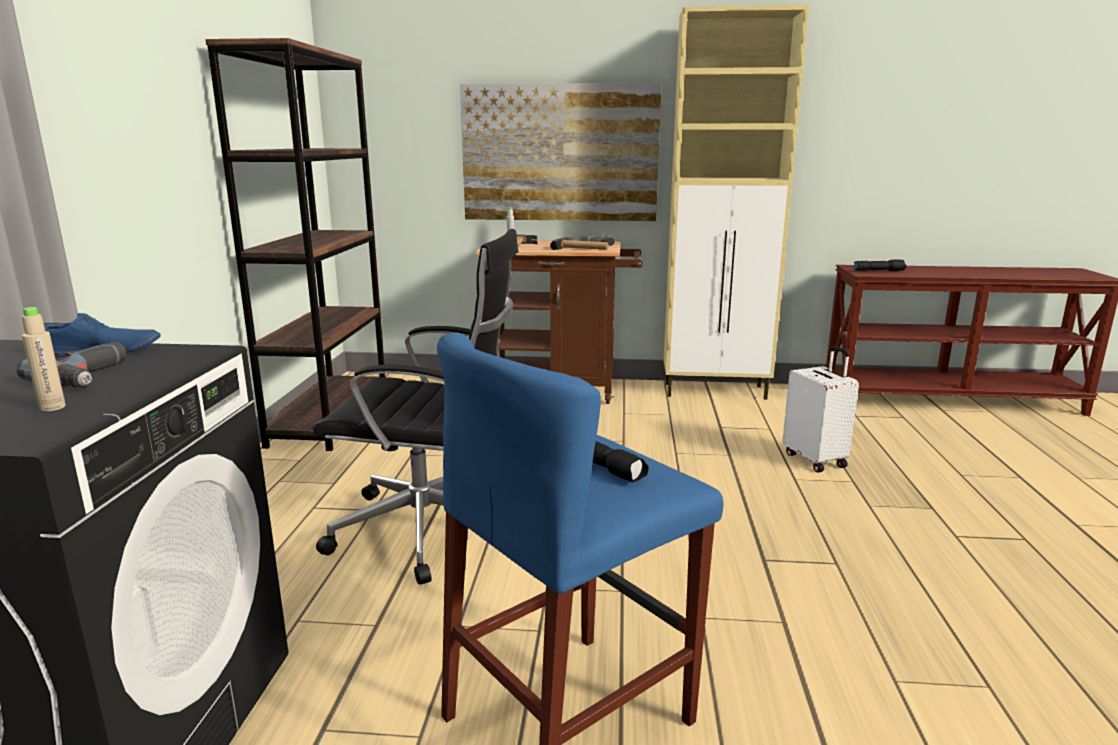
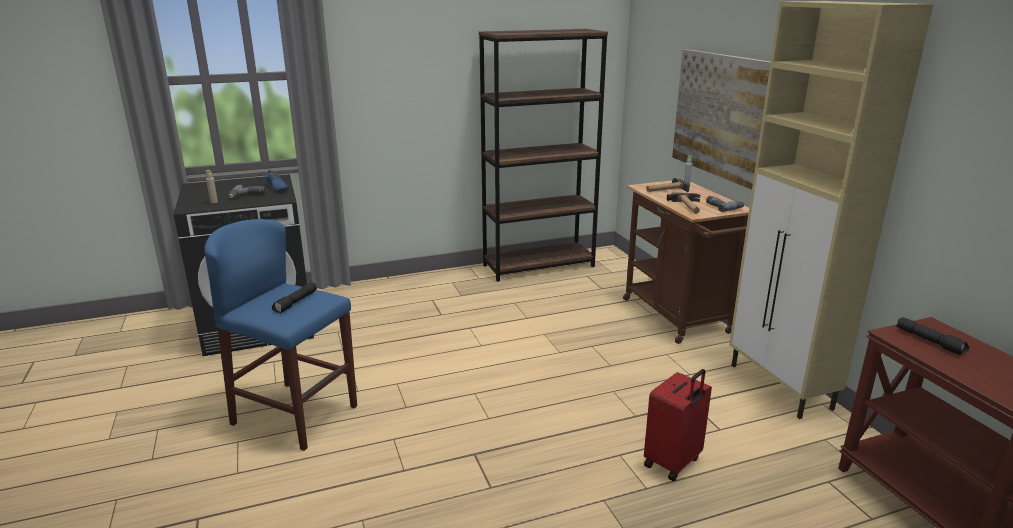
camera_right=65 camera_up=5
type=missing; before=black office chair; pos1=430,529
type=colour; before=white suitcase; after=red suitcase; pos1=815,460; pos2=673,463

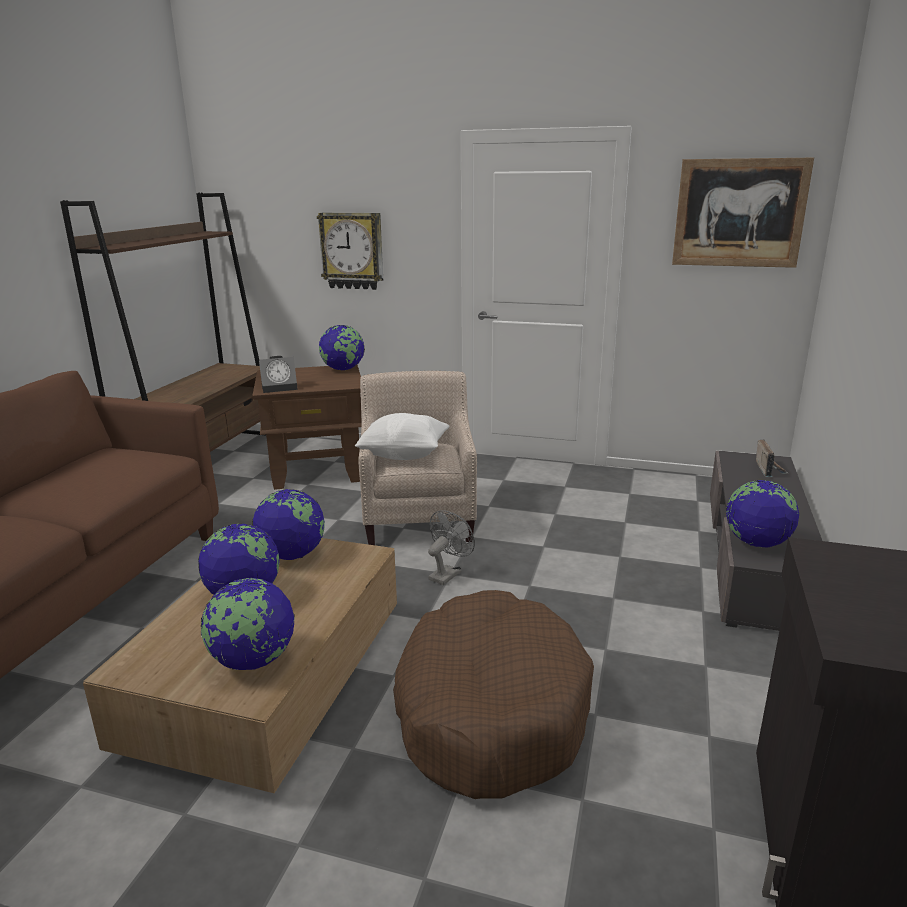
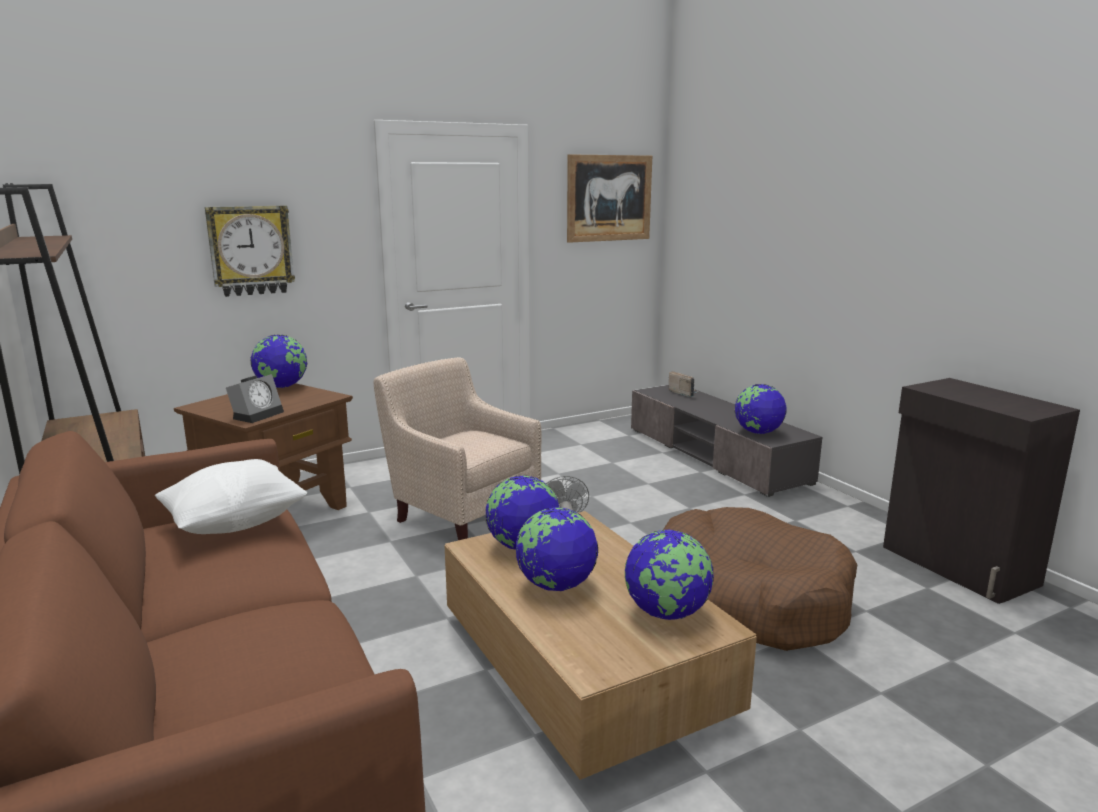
camera_right=-45 camera_up=-5
type=relocated; before=white pillow; pos1=404,455; pos2=236,523

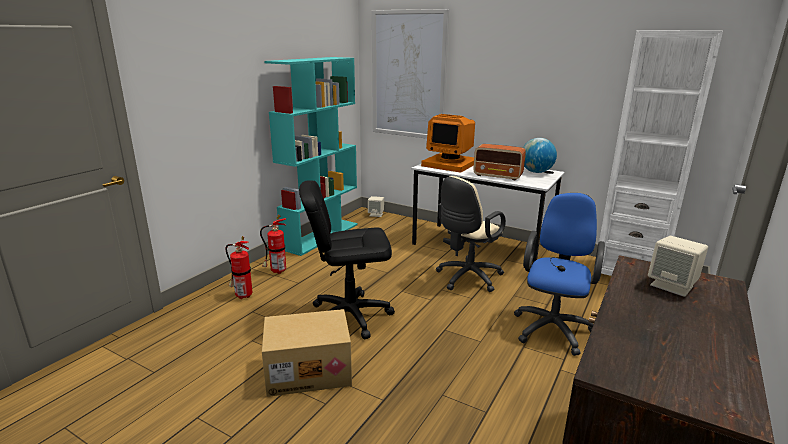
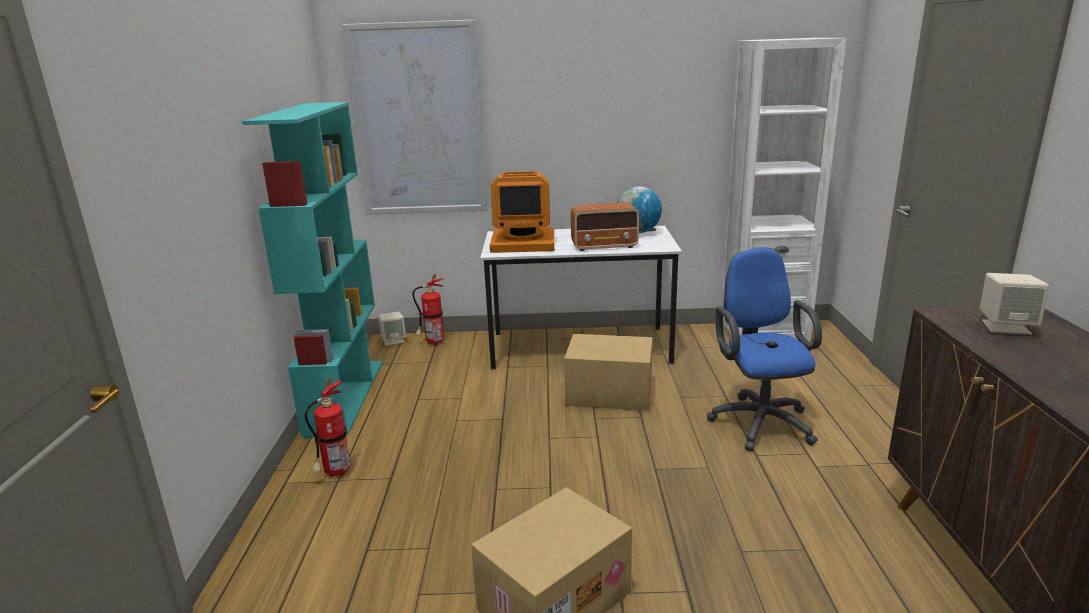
camera_right=-30 camera_up=0
type=missing; before=black office chair; pos1=350,316
type=relocated; before=fire extinguisher; pos1=242,296; pos2=432,342
type=exchanged; before=beige office chair; after=cardboard box; pos1=466,278; pos2=608,394

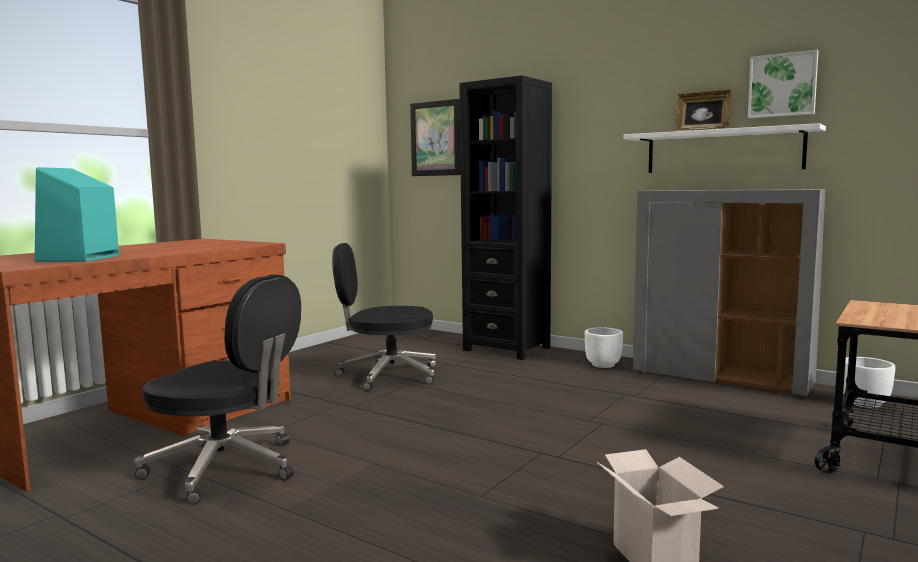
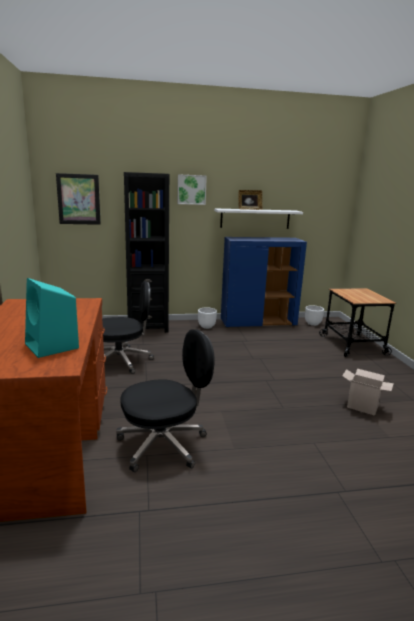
camera_right=-45 camera_up=10
type=relocated; before=picture; pos1=782,85; pos2=191,189
type=colour; before=grey cabinet; after=blue cabinet; pos1=722,378; pos2=258,323
type=spun; before=black office chair; pos1=387,375; pos2=122,361; turn=-150

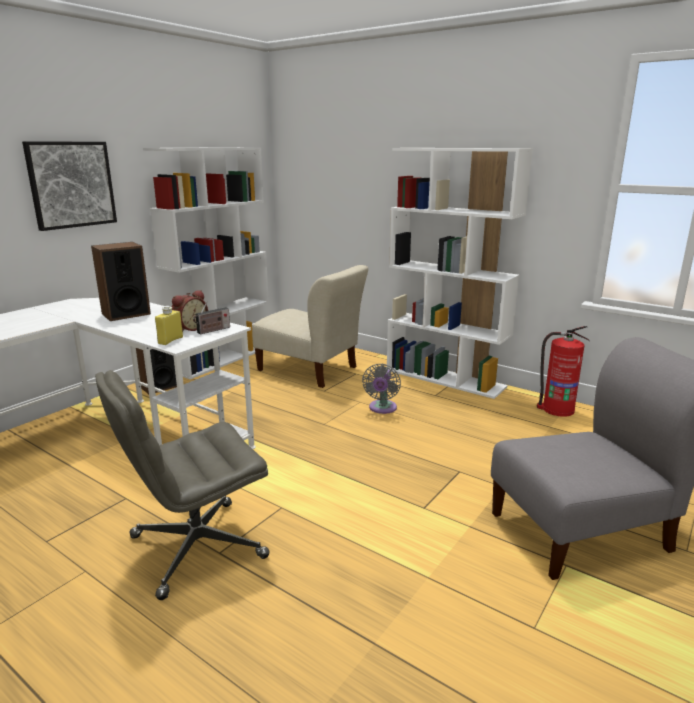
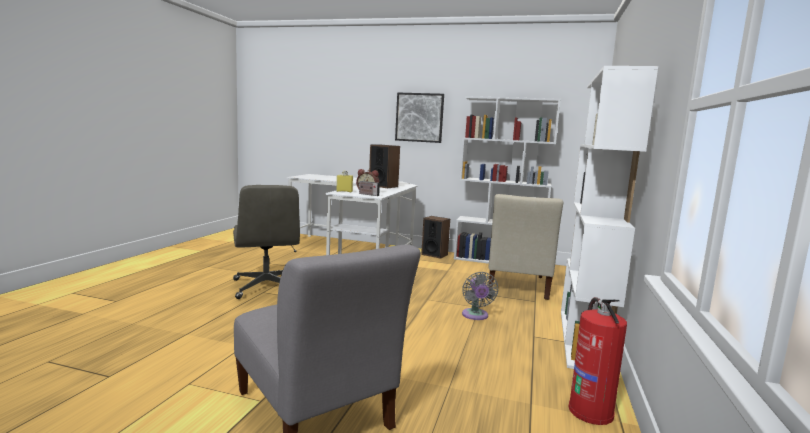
camera_right=70 camera_up=-10
type=spun; before=grey office chair; pos1=196,548; pos2=266,287; turn=-150
type=spun; before=grey fan; pos1=382,408; pos2=475,316; turn=-90

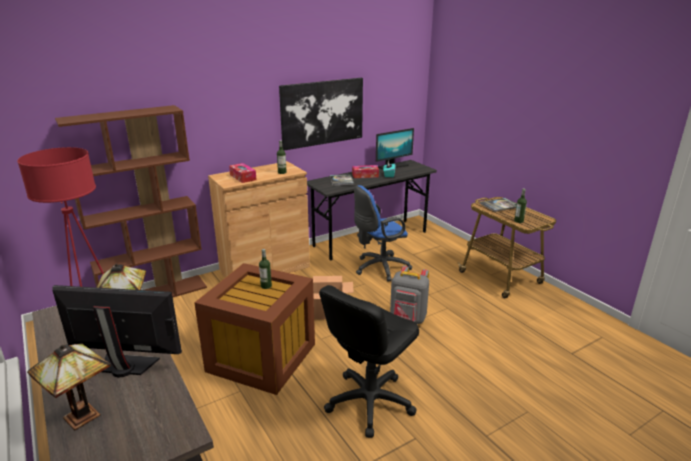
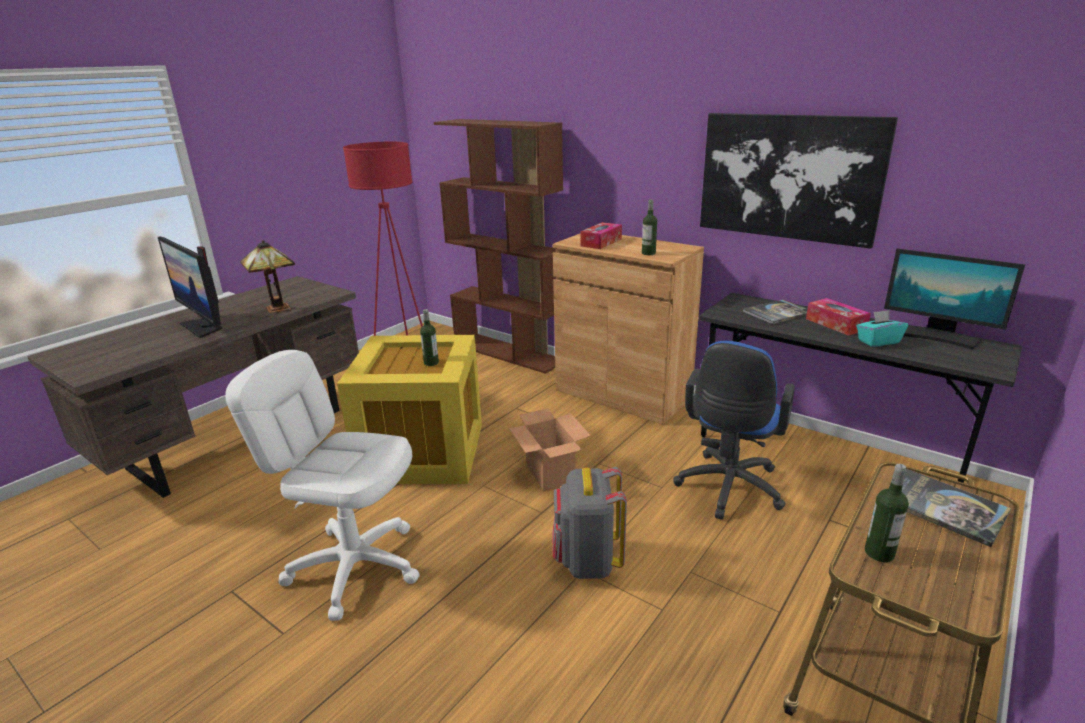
camera_right=70 camera_up=0
type=missing; before=table lamp; pos1=83,414
type=colour; before=brown storage box; after=yellow storage box; pos1=261,356; pos2=425,451
type=colour; before=black office chair; after=white office chair; pos1=369,402; pos2=355,566
type=spun; before=monitor; pos1=126,366; pos2=204,326; turn=150
type=spun; before=blue office chair; pos1=379,268; pos2=728,490; turn=-105

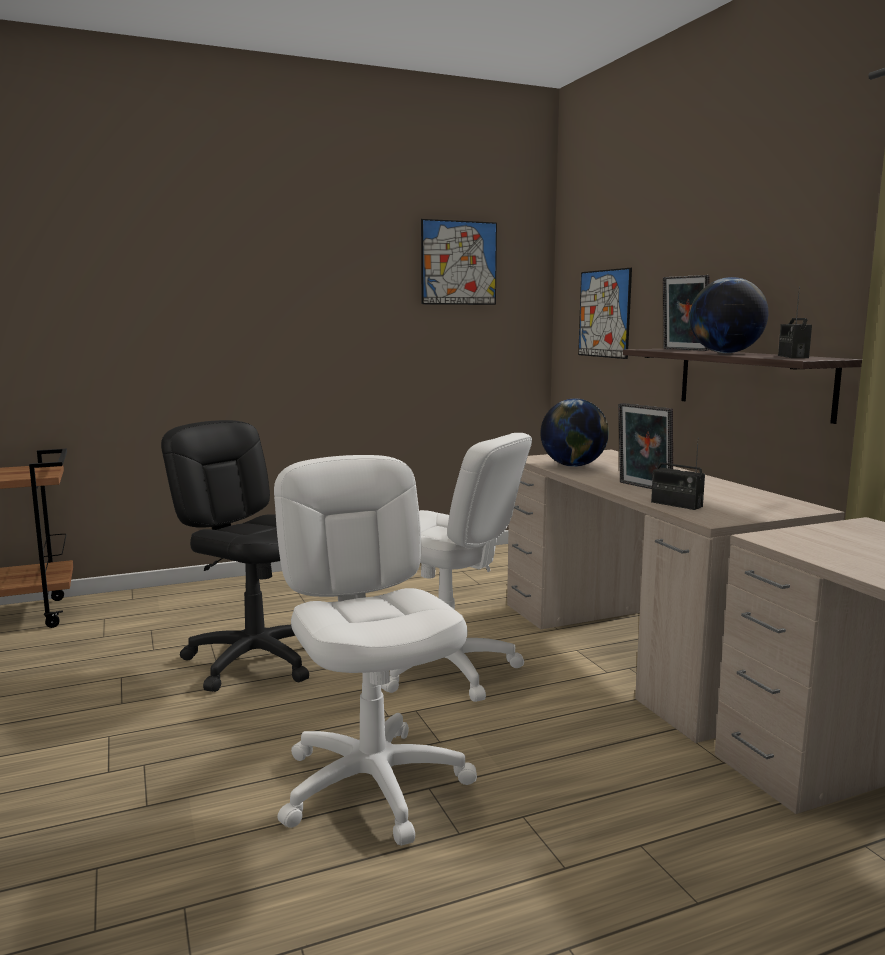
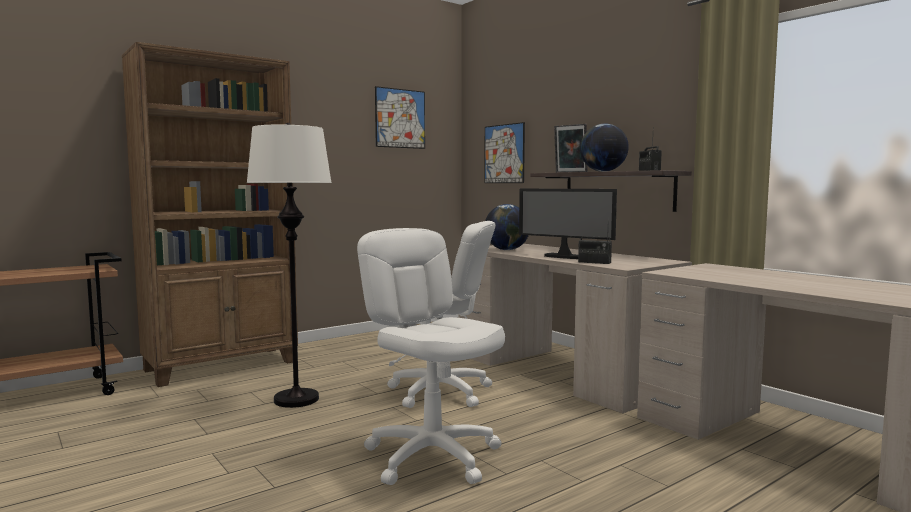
camera_right=-15 camera_up=-5
type=appeared; after=brown bookcase; pos2=223,366
type=exchanged; before=black office chair; after=white floor lamp; pos1=256,660; pos2=296,399
type=exchanged; before=picture frame; after=monitor; pos1=643,487; pos2=564,257

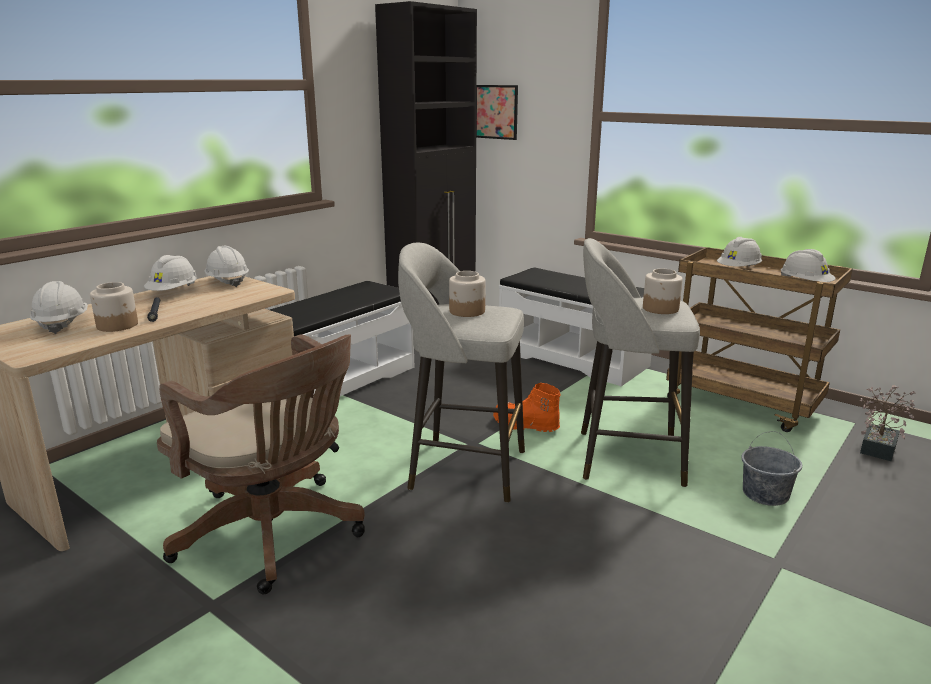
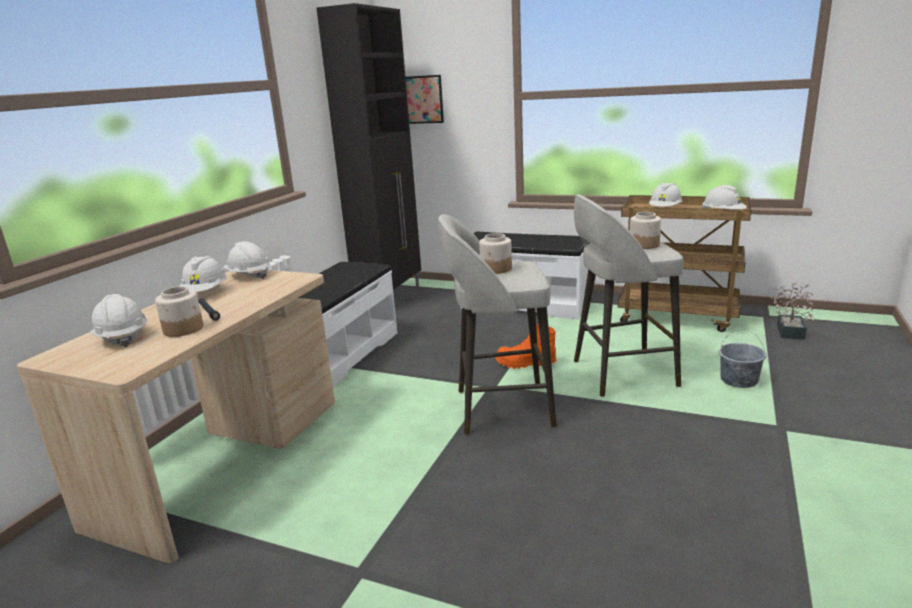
camera_right=-15 camera_up=0
type=missing; before=brown office chair; pos1=275,535

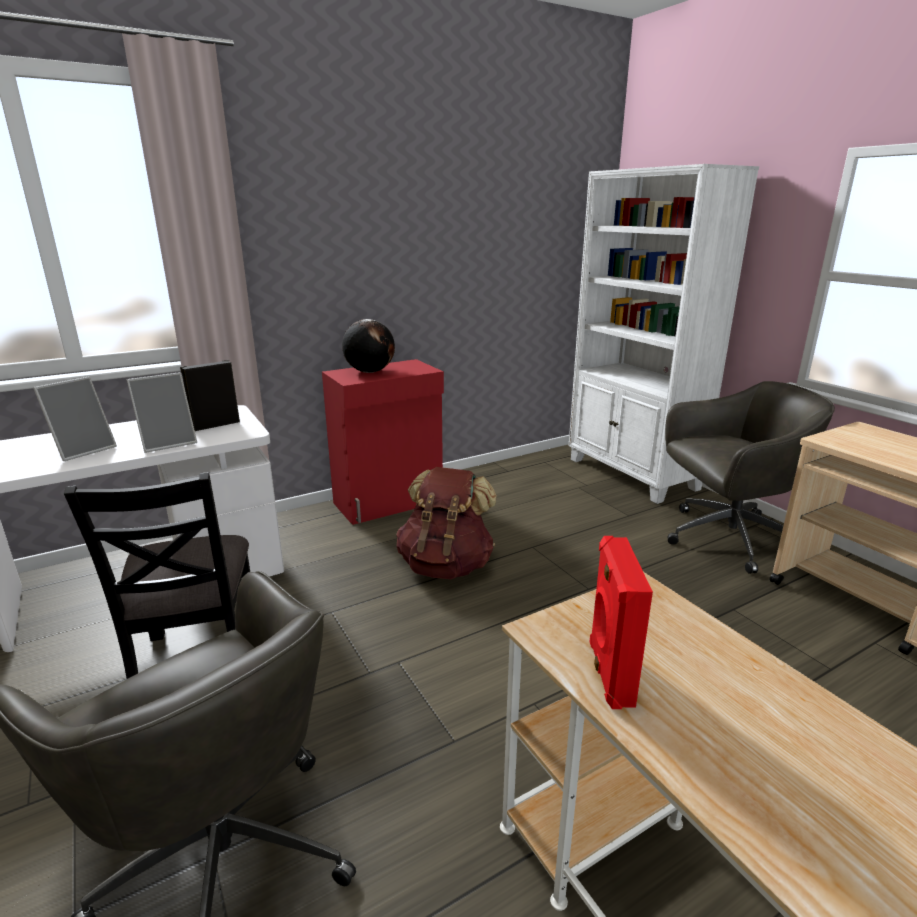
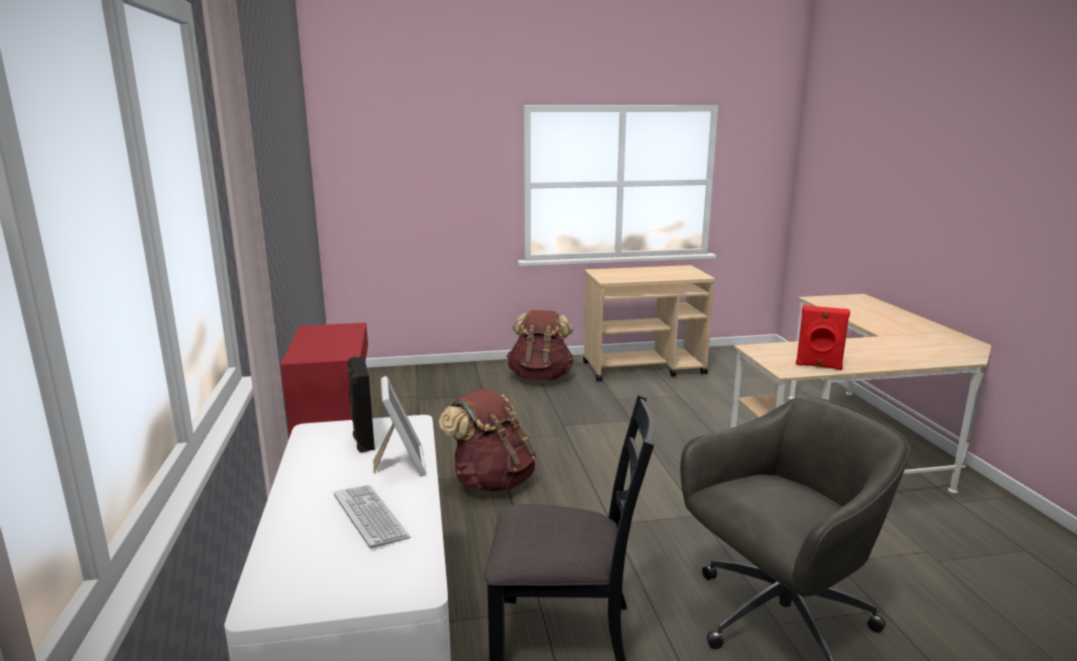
camera_right=-70 camera_up=-5
type=missing; before=globe; pos1=369,372
type=missing; before=white bookcase; pos1=632,474
type=exchanged; before=picture frame; after=keyboard; pos1=84,450; pos2=370,516
type=exchanged; before=grey office chair; after=brown backpack; pos1=725,538; pos2=540,377

